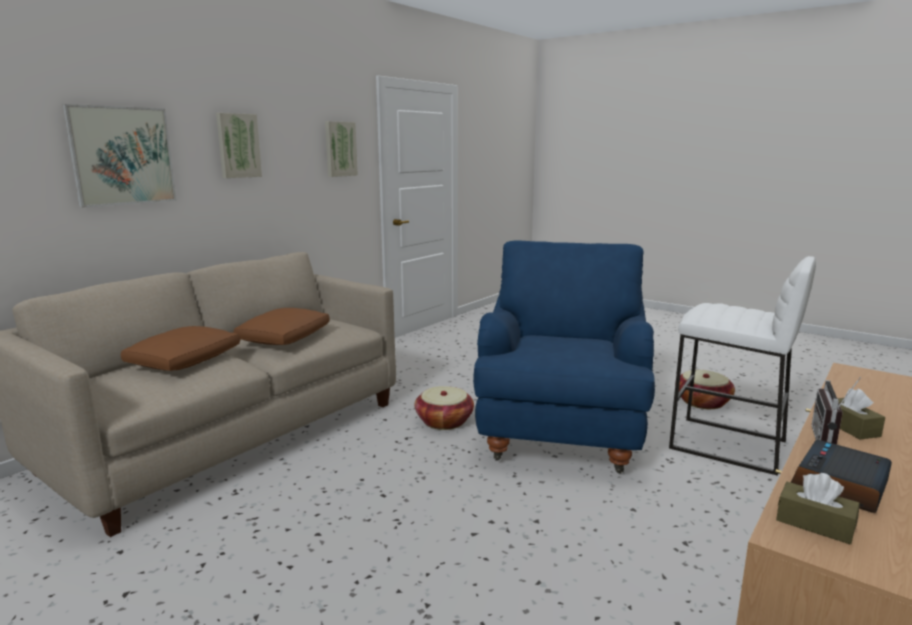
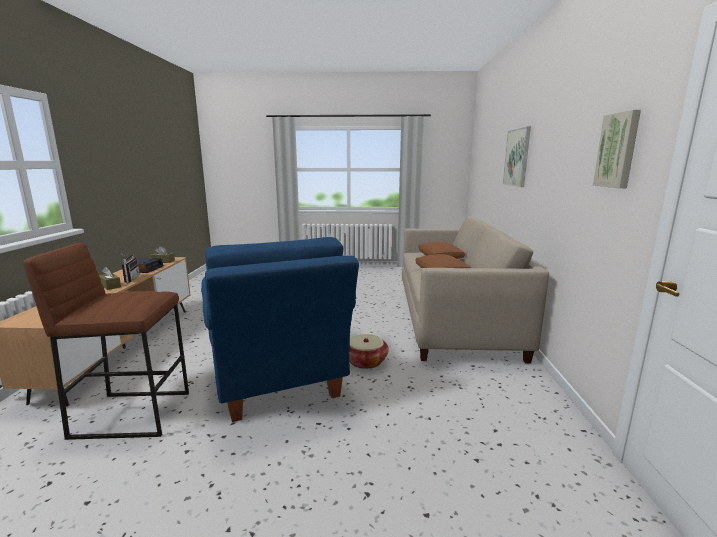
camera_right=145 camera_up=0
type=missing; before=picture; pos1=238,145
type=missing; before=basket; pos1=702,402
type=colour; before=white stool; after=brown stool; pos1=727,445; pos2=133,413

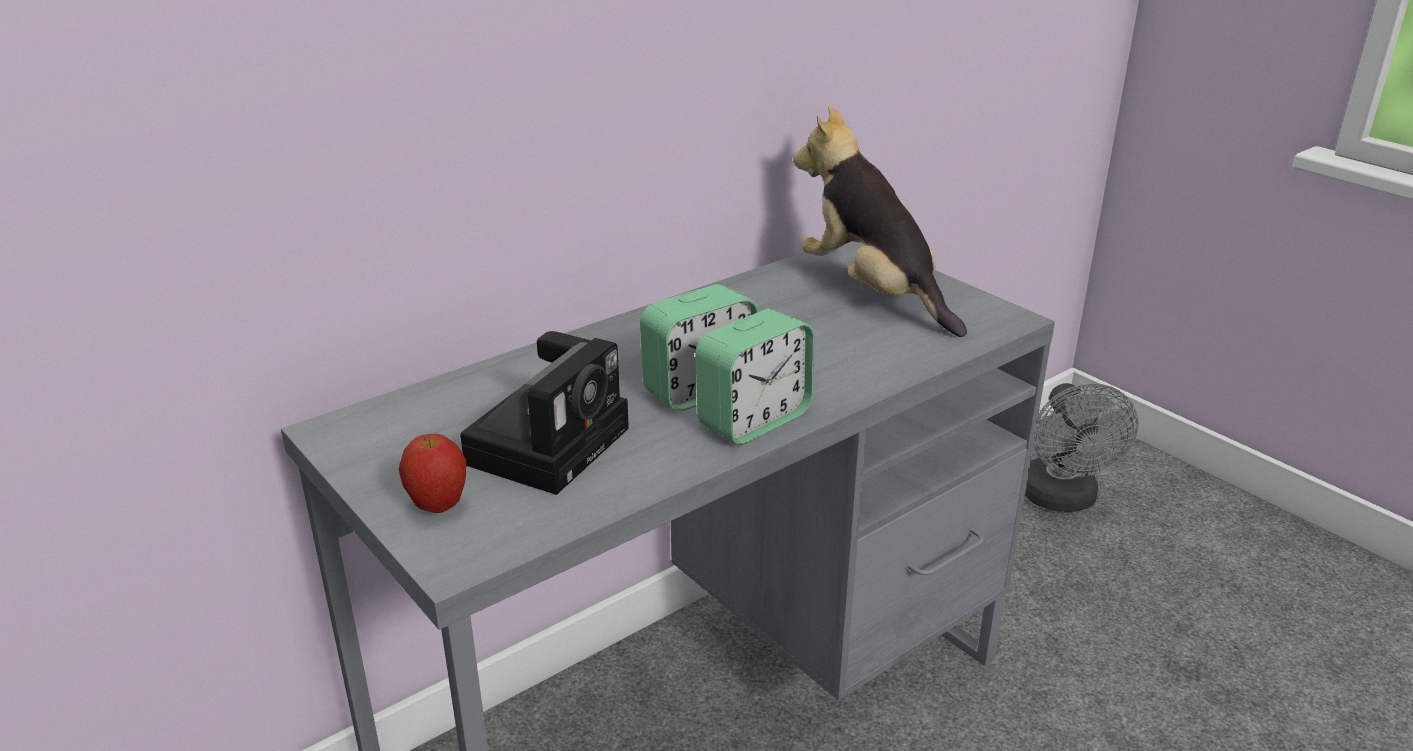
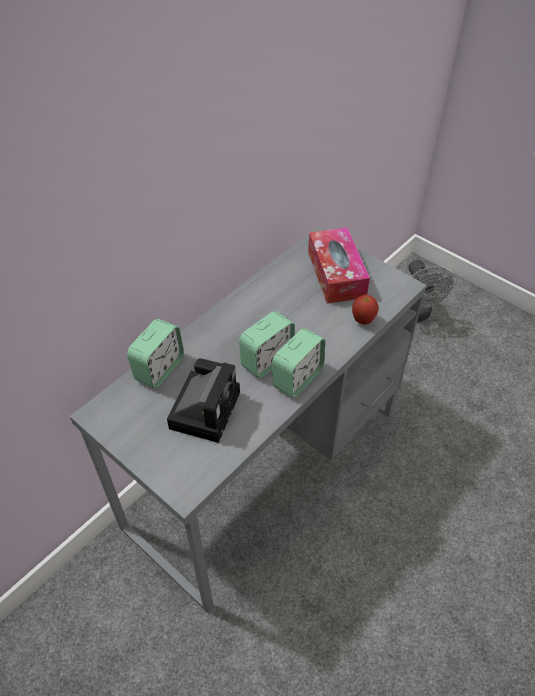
camera_right=-10 camera_up=20
type=appeared; after=alarm clock; pos2=159,369
type=relocated; before=apple; pos1=438,507; pos2=363,320
type=exchanged; before=plush toy; after=tissue box; pos1=873,293; pos2=336,274

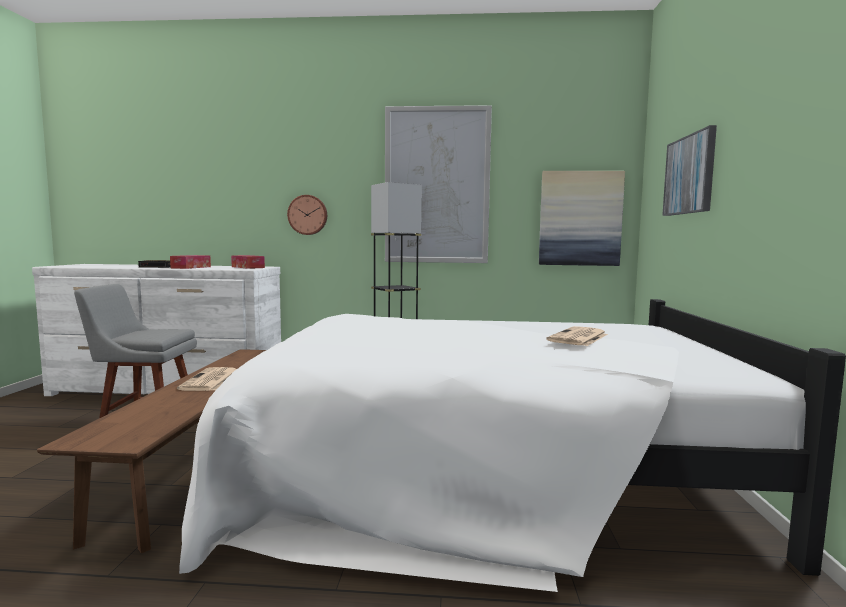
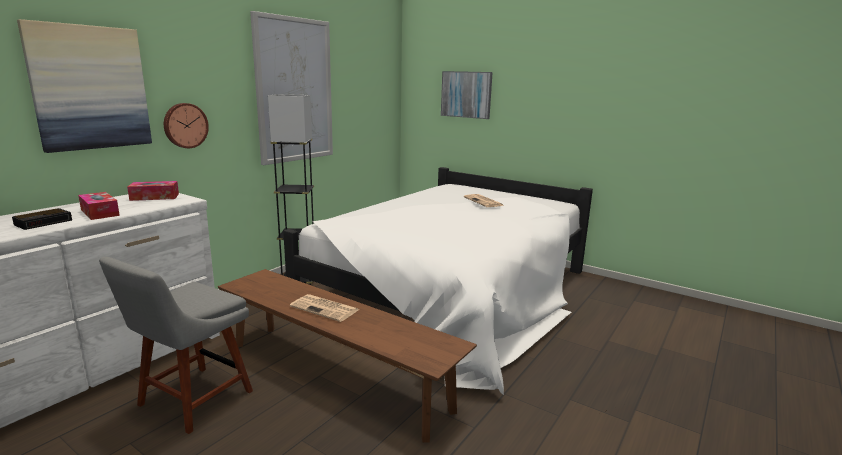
camera_right=-60 camera_up=10
type=relocated; before=picture; pos1=580,218; pos2=90,88

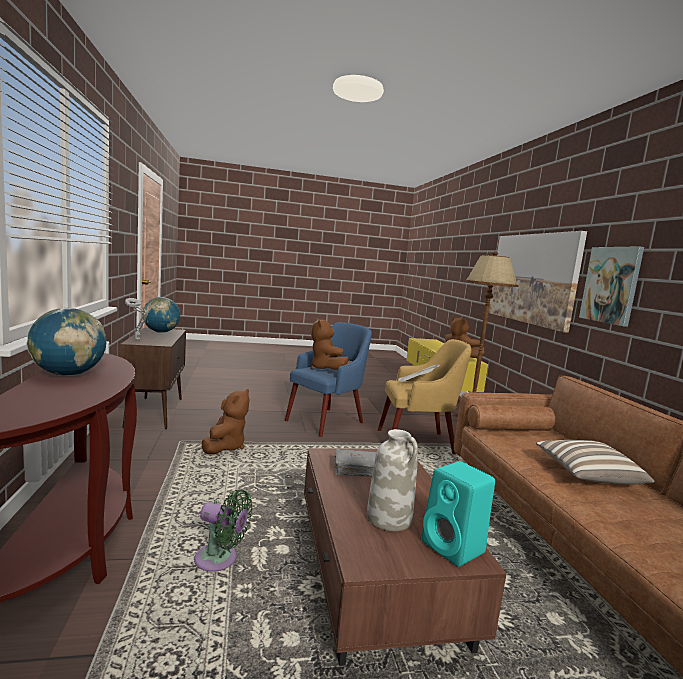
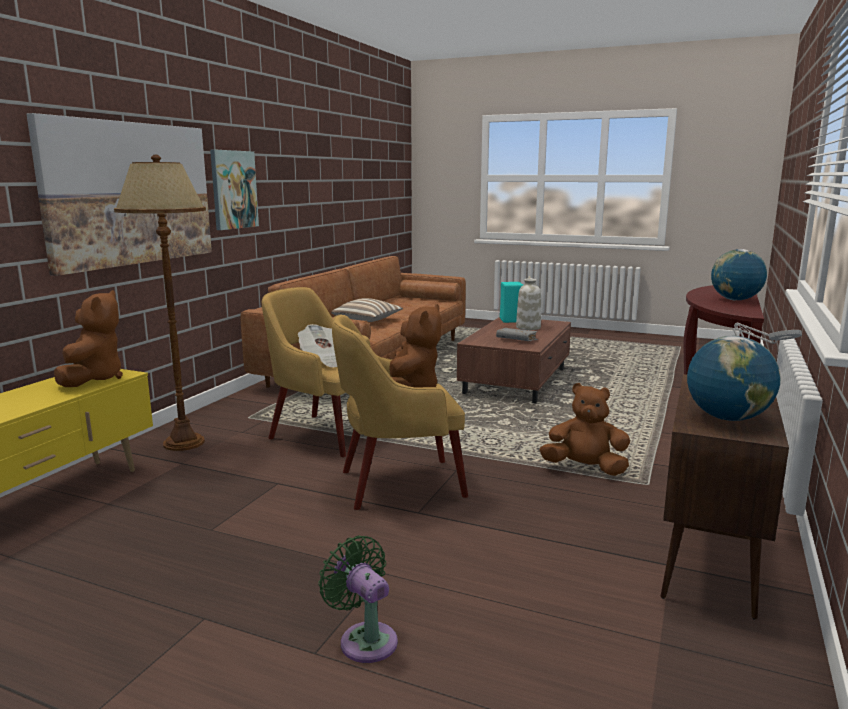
camera_right=-145 camera_up=5
type=relocated; before=green fan; pos1=220,560; pos2=365,639
type=colour; before=blue armchair; after=yellow armchair; pos1=326,421; pos2=398,483
type=spun; before=brown plush toy; pos1=225,447; pos2=585,468; turn=60

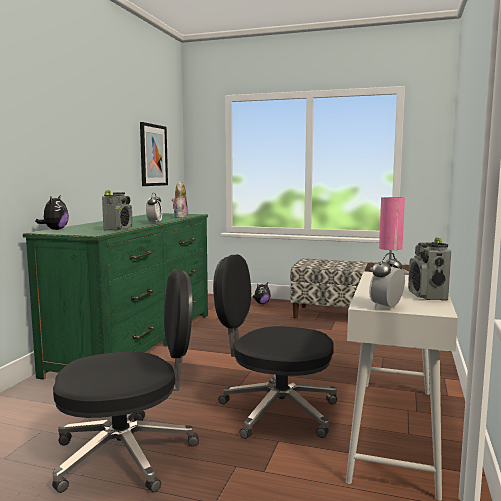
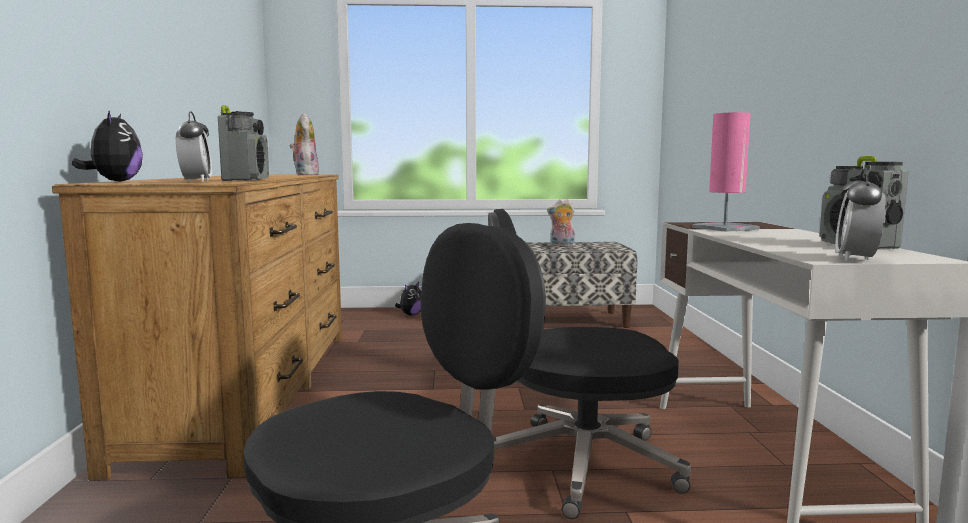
camera_right=-20 camera_up=0
type=missing; before=picture; pos1=153,155
type=appeared; after=plush toy; pos2=562,246
type=relocated; before=alarm clock; pos1=154,222; pos2=196,181
type=colour; before=green dresser; after=brown dresser; pos1=137,341; pos2=252,388

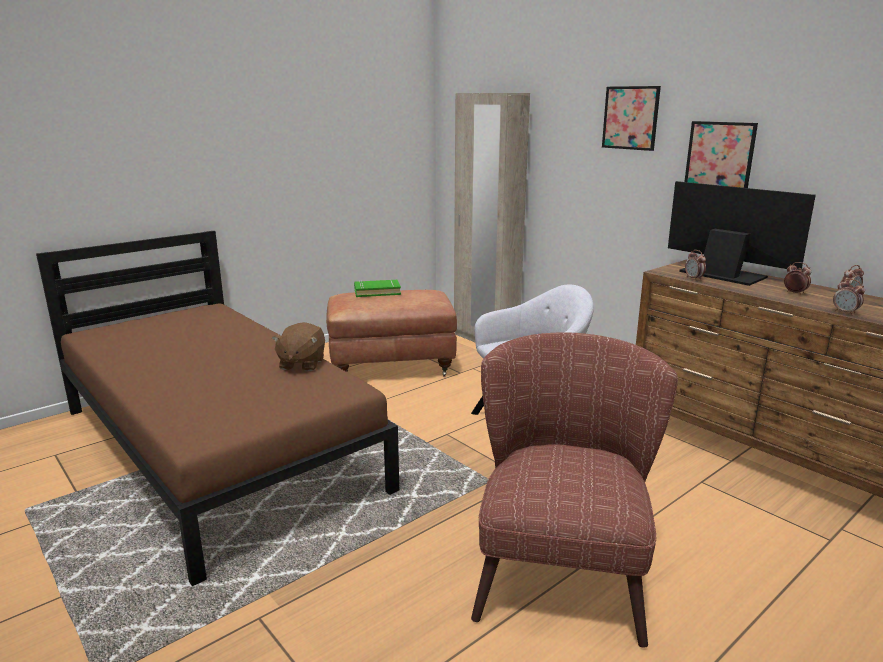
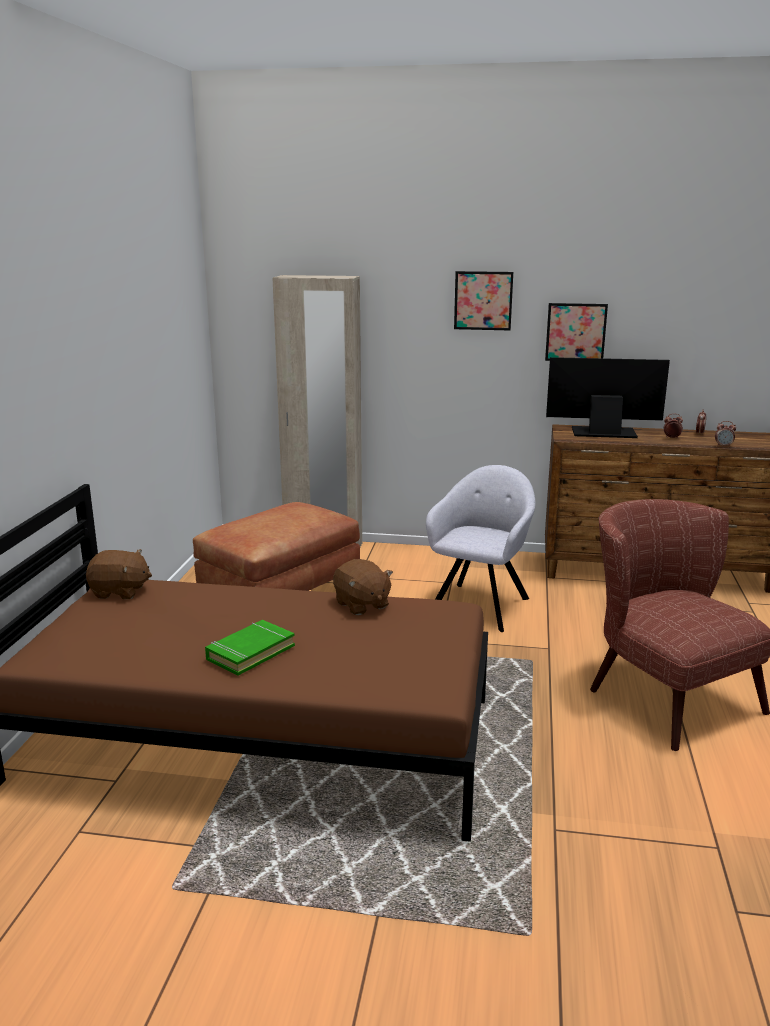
camera_right=-40 camera_up=0
type=missing; before=alarm clock; pos1=693,278
type=appeared; after=brown plush toy; pos2=120,592
type=relocated; before=green book; pos1=377,292; pos2=250,652

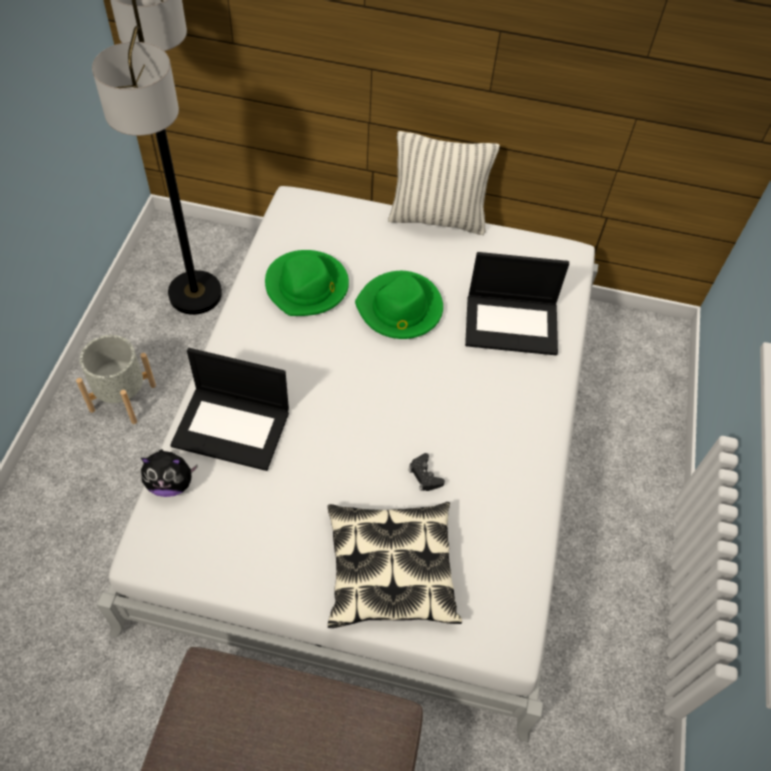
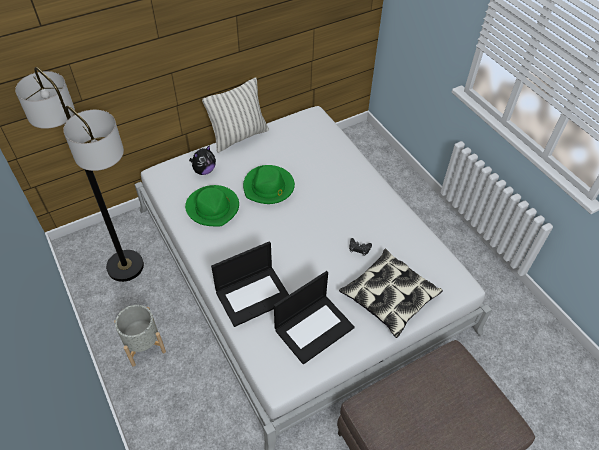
camera_right=-40 camera_up=-5
type=relocated; before=plush toy; pos1=171,483; pos2=204,170
type=relocated; before=laptop; pos1=512,324; pos2=314,327

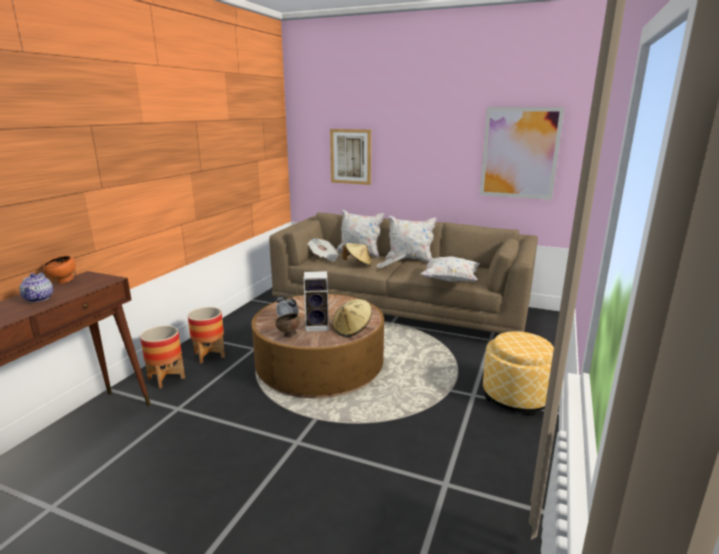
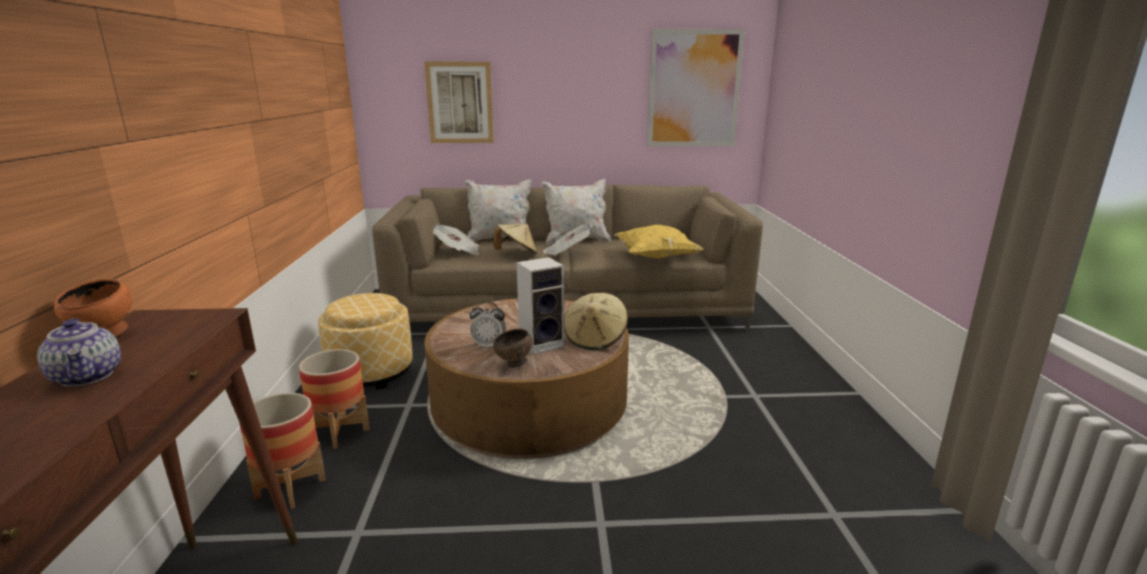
camera_right=-25 camera_up=0
type=relocated; before=ottoman; pos1=516,396; pos2=371,372
type=colour; before=white pillow; after=yellow pillow; pos1=449,280; pos2=655,257

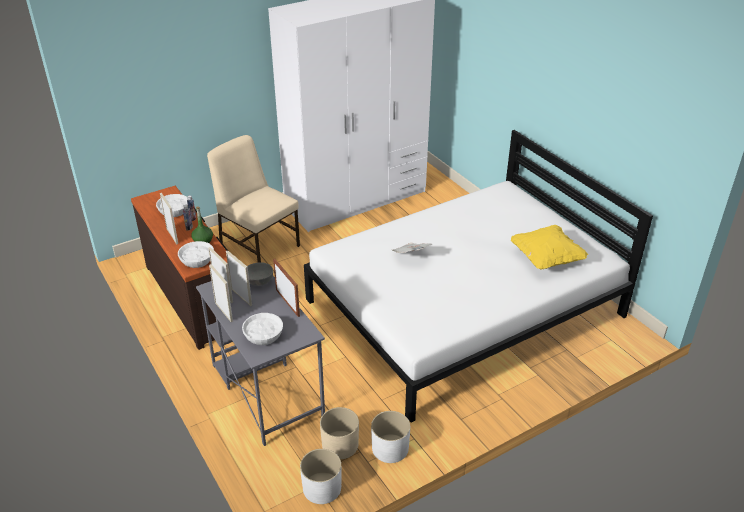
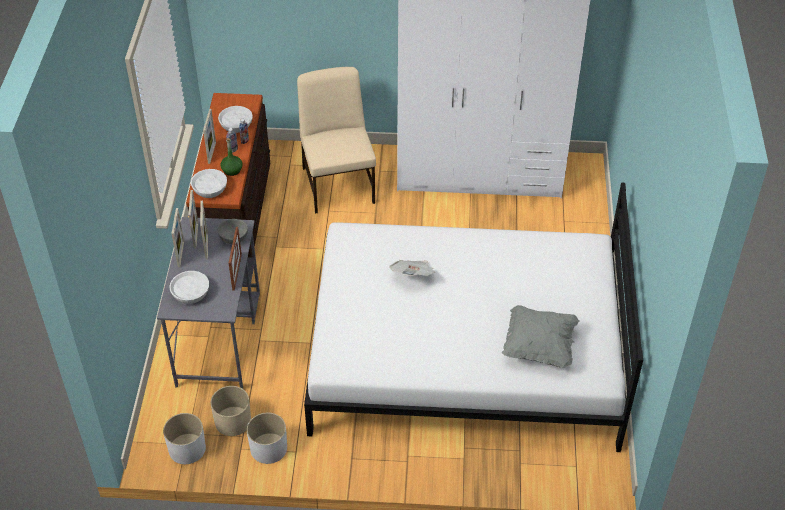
camera_right=35 camera_up=10
type=colour; before=yellow pillow; after=grey pillow; pos1=546,258; pos2=539,347

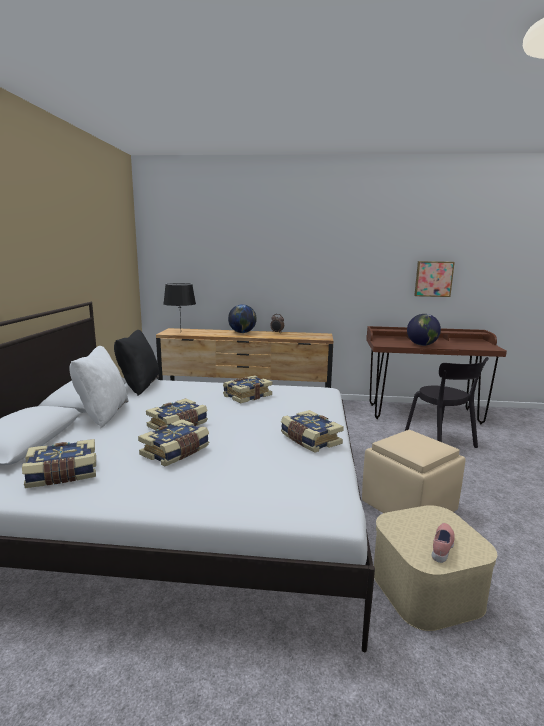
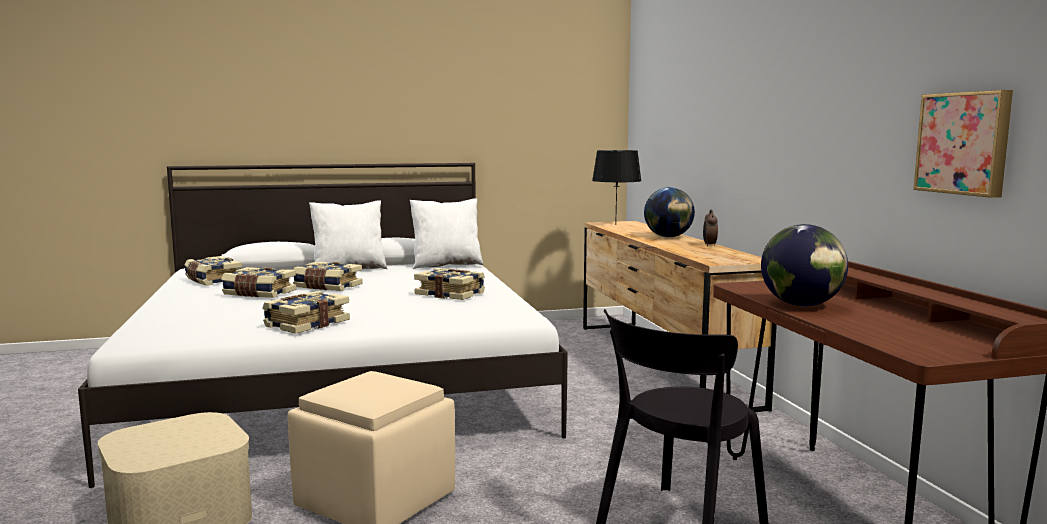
camera_right=70 camera_up=-5
type=missing; before=pink shoe; pos1=442,548
type=colour; before=black pillow; after=white pillow; pos1=139,386; pos2=446,265

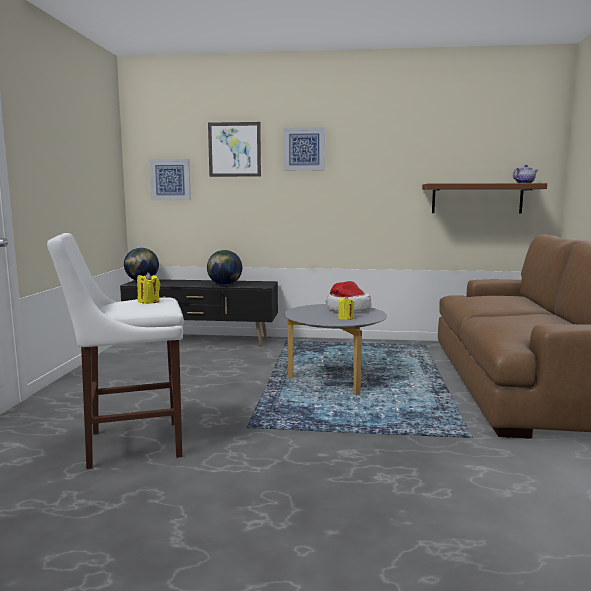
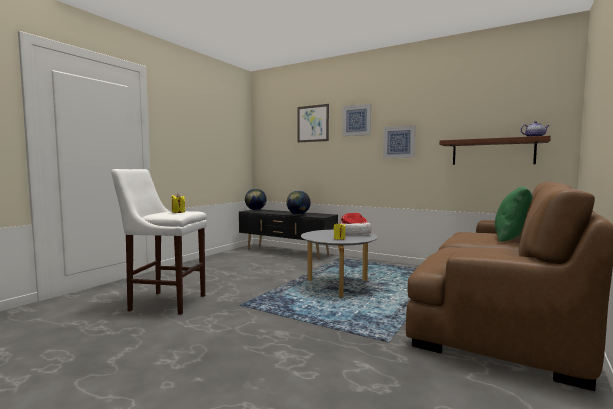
camera_right=25 camera_up=-5
type=appeared; after=green pillow; pos2=512,238
type=relocated; before=picture; pos1=170,179; pos2=399,142

